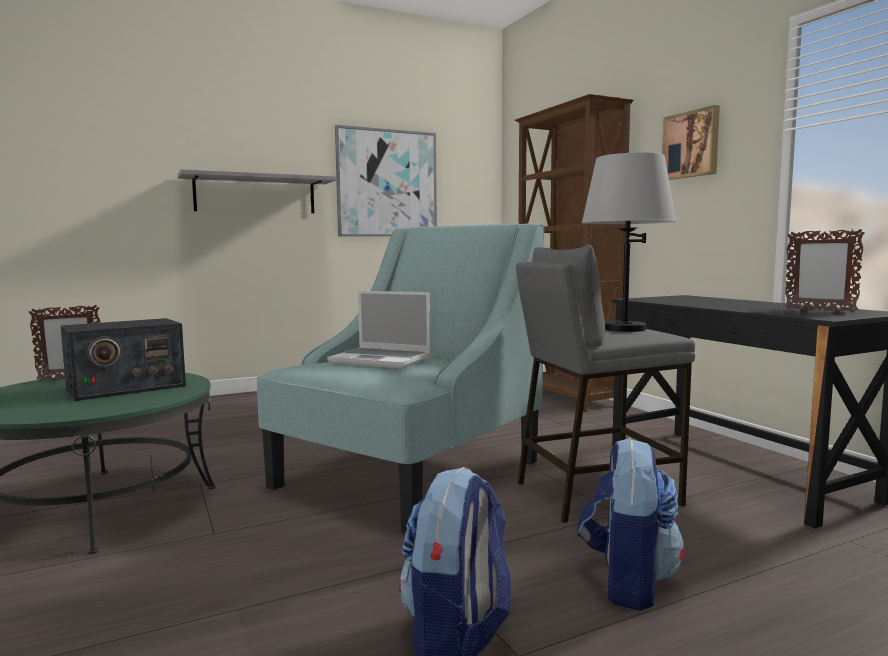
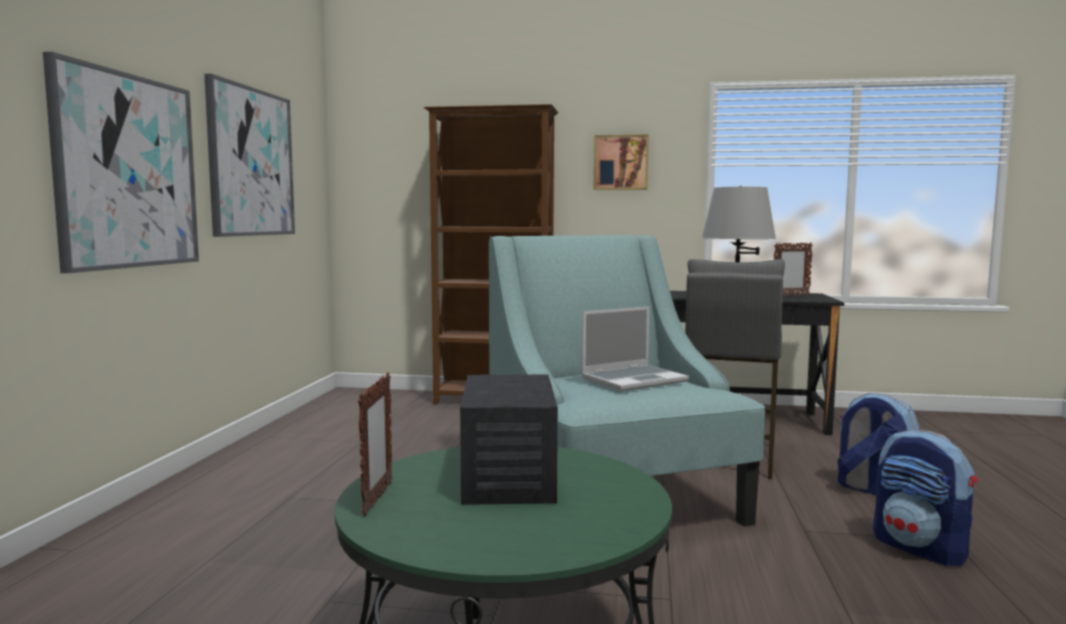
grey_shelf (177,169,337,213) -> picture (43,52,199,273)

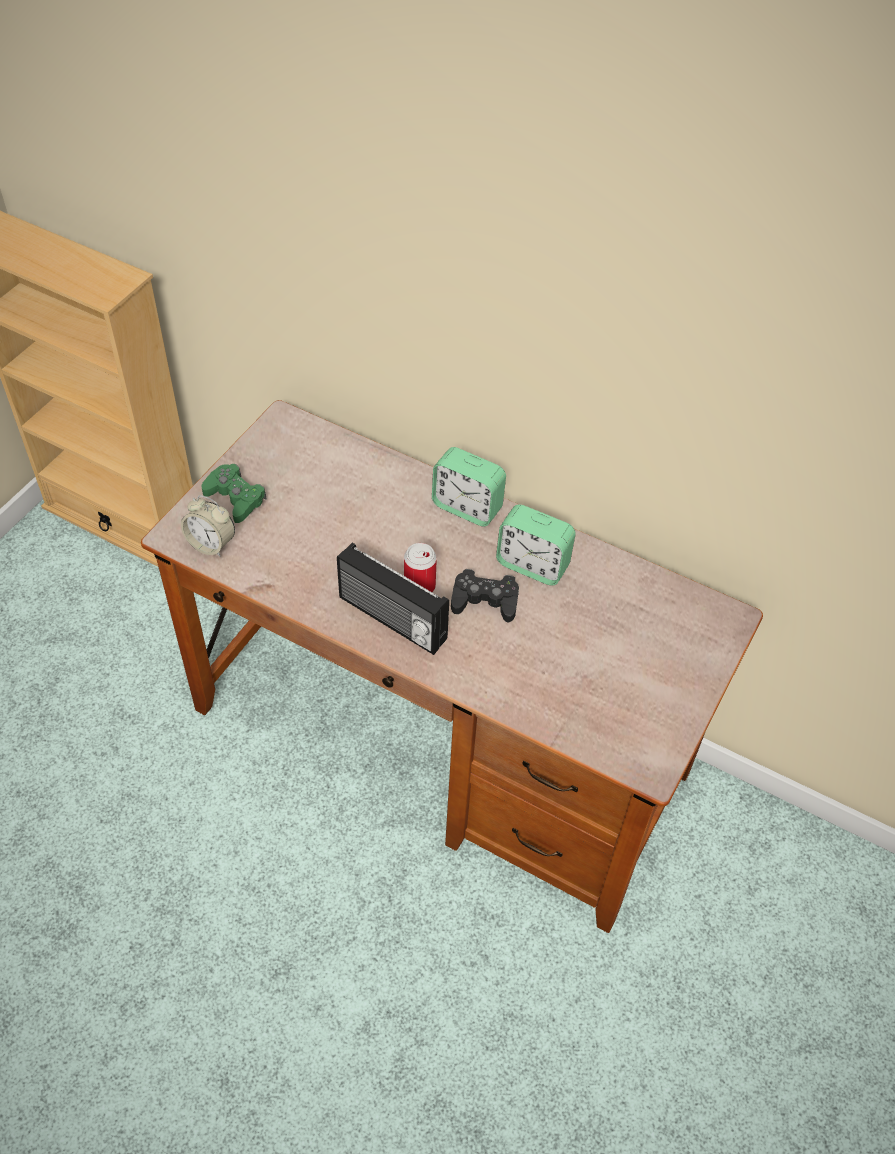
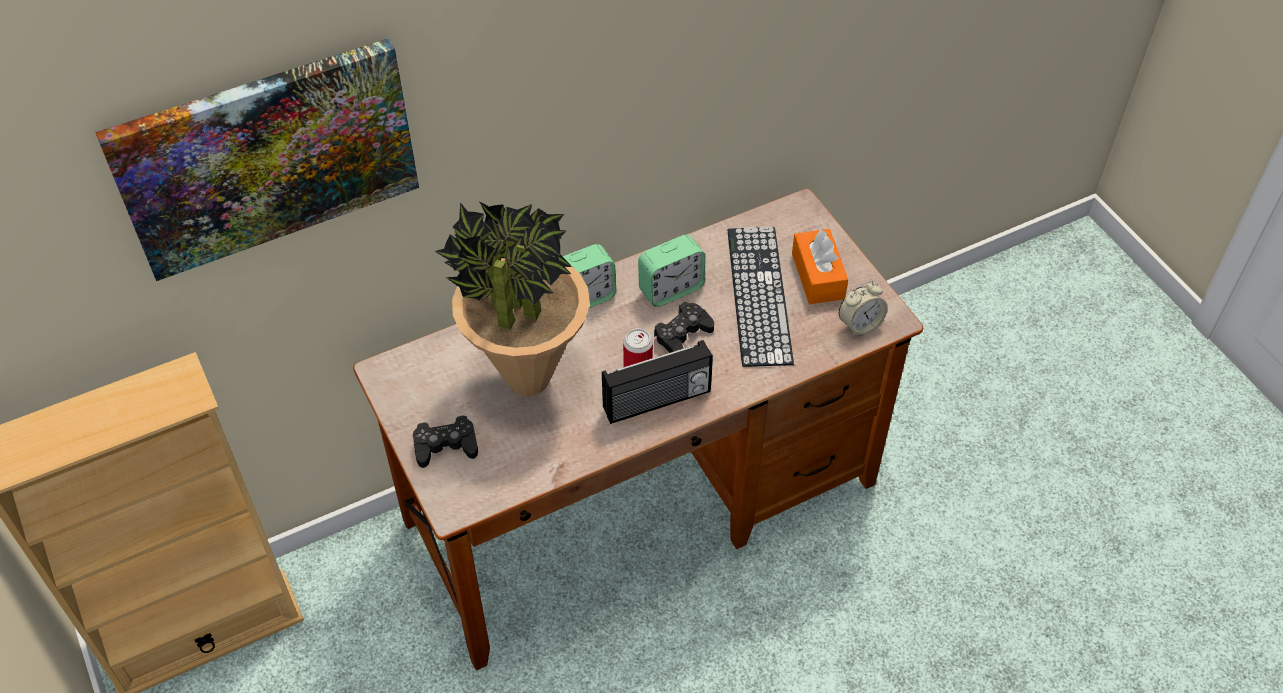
none -> picture (95,38,419,281)
none -> potted_plant (435,201,590,396)
none -> keyboard (728,227,794,367)
none -> orange_tissue_box (792,229,848,304)
alarm_clock (181,495,235,557) -> alarm_clock (839,281,888,337), moved
green_game_controller (202,464,267,523) -> black_game_controller (413,415,478,468)

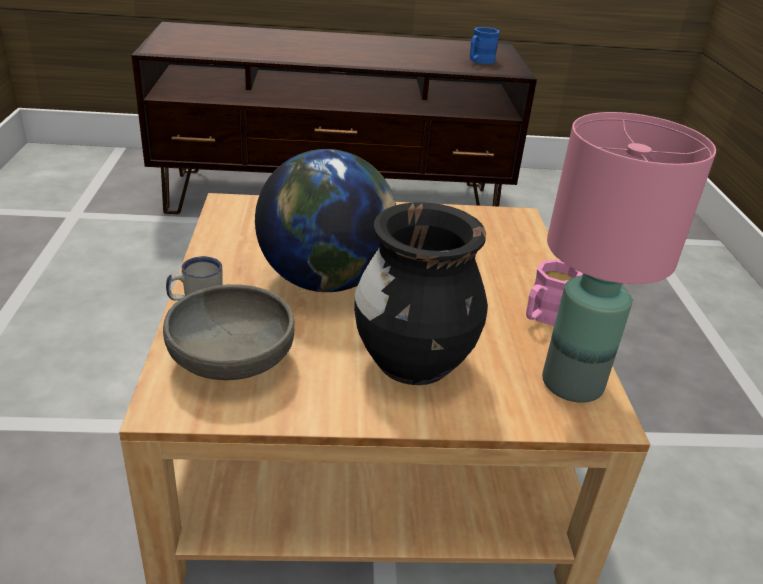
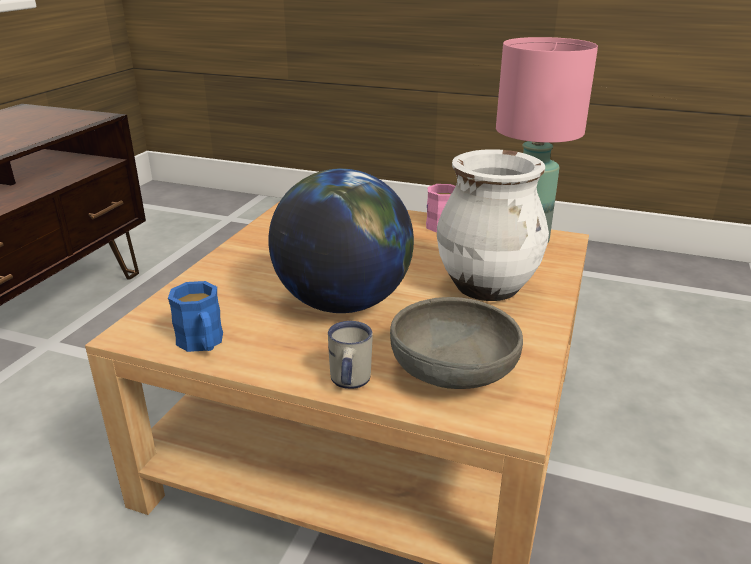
blue_mug (470,27,500,64) -> blue_mug (168,281,223,352), moved
black_vase (354,202,488,385) -> white_vase (437,149,549,301)

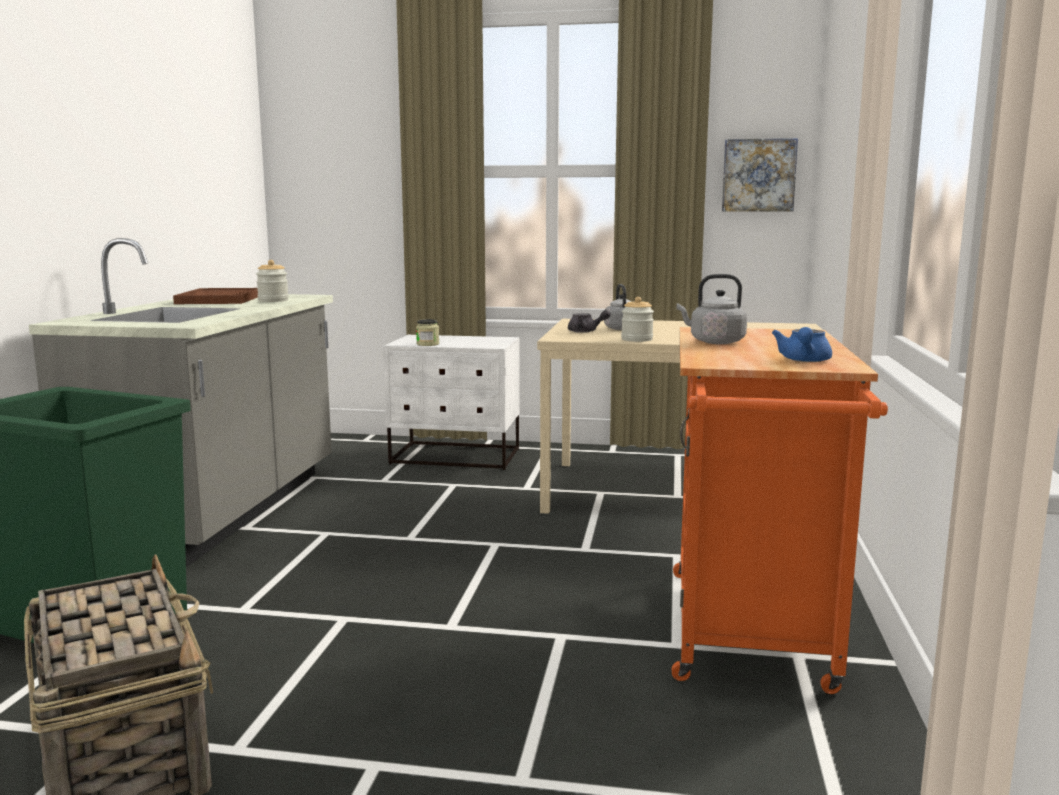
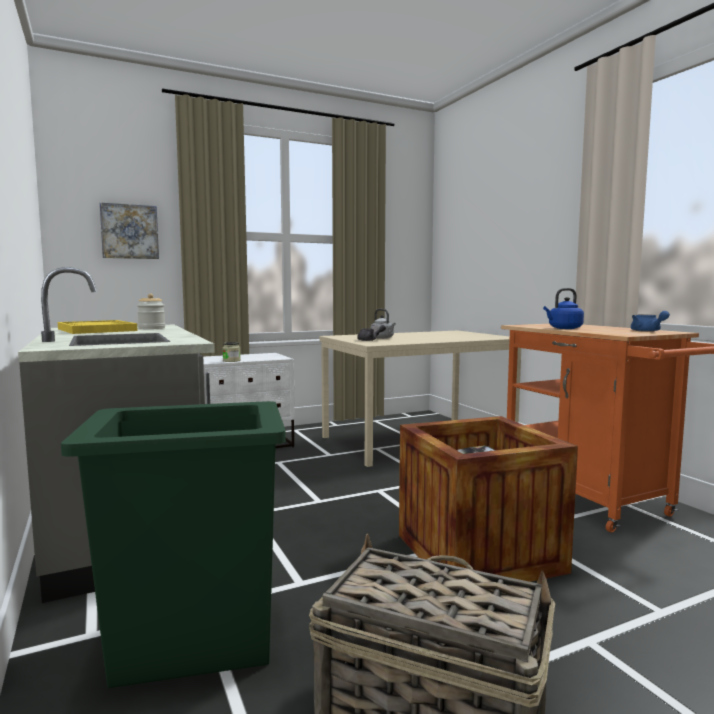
jar (621,297,654,342) -> none
none -> crate (399,416,578,582)
picture (722,138,798,211) -> picture (100,203,159,259), moved
brown_tray (173,288,258,304) -> yellow_tray (58,320,138,334)
grey_kettle (677,274,747,344) -> blue_kettle (543,288,584,329)

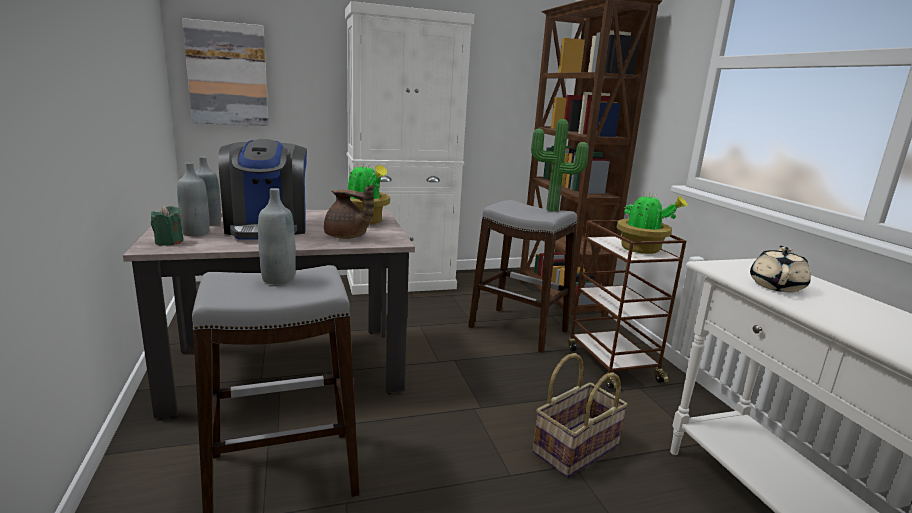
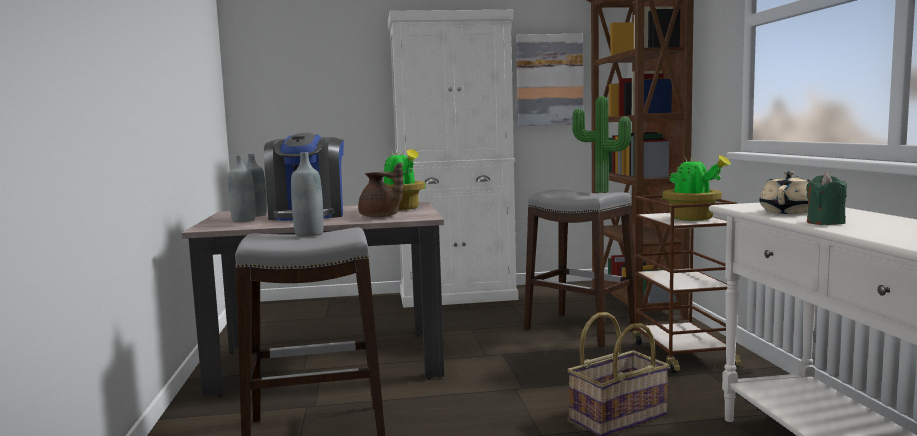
green_candle (151,206,183,246) -> green_candle (806,173,847,225), moved
picture (182,18,269,126) -> picture (516,34,583,126), moved

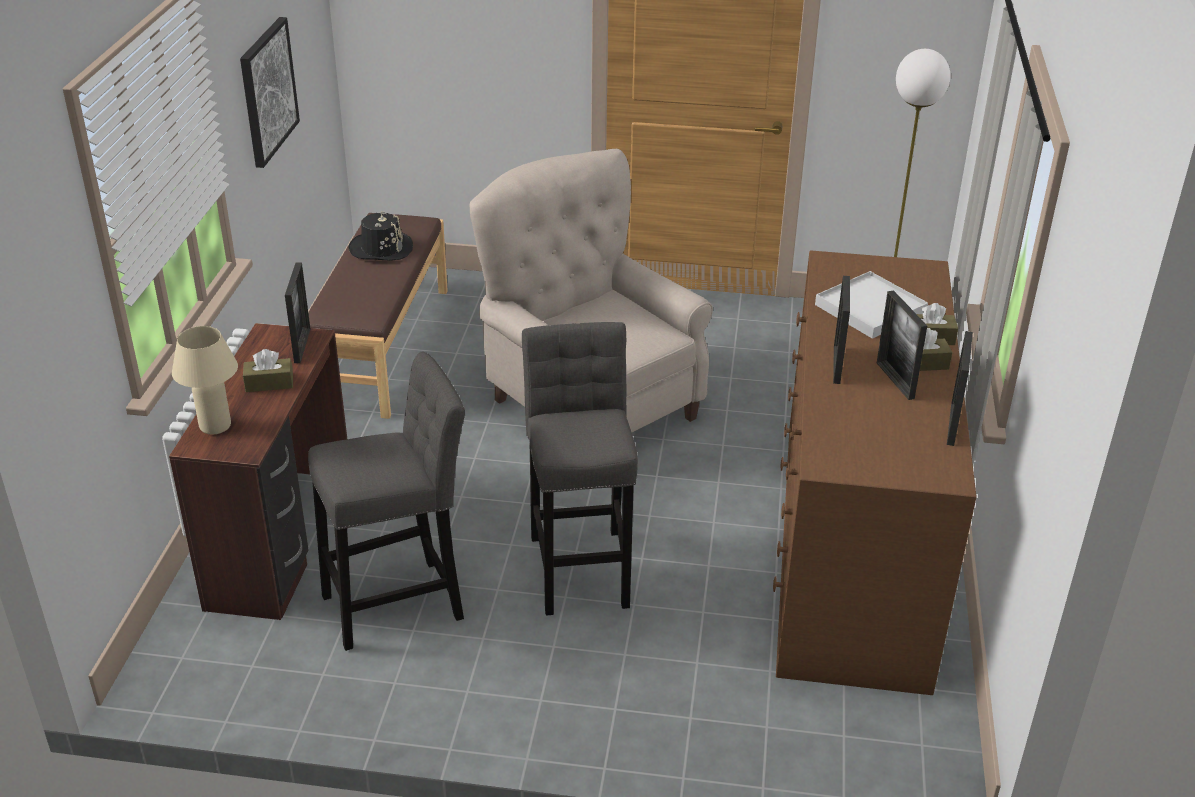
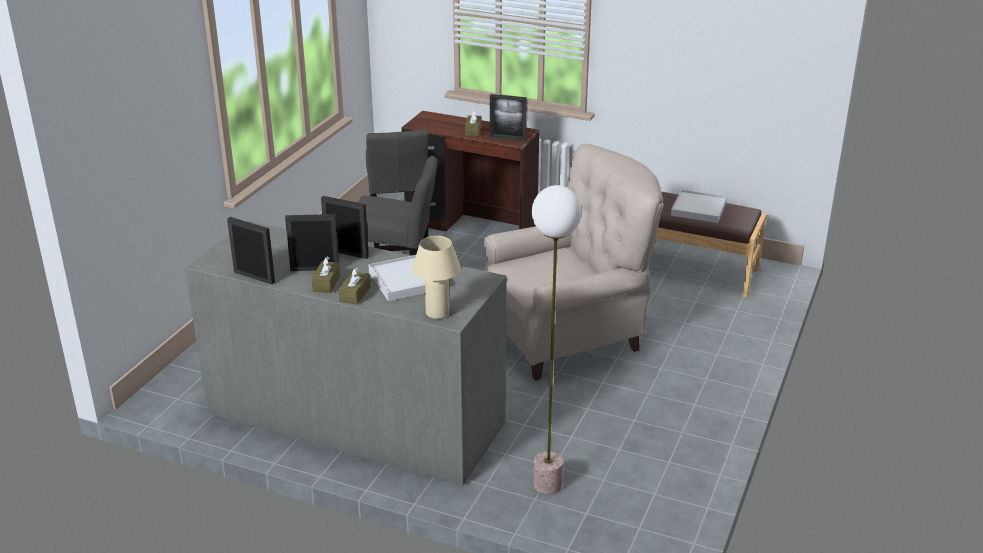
picture (240,17,300,168) -> none
beige_table_lamp (172,326,238,434) -> beige_table_lamp (412,236,461,319), moved
black_hat (349,211,413,261) -> white_tray (671,189,727,223)
brown_dresser (773,250,977,695) -> grey_dresser (185,221,507,485)

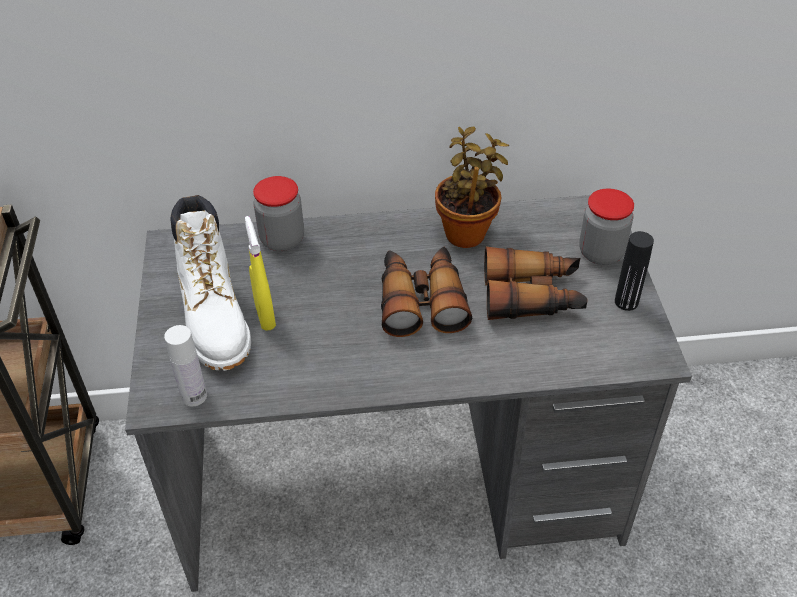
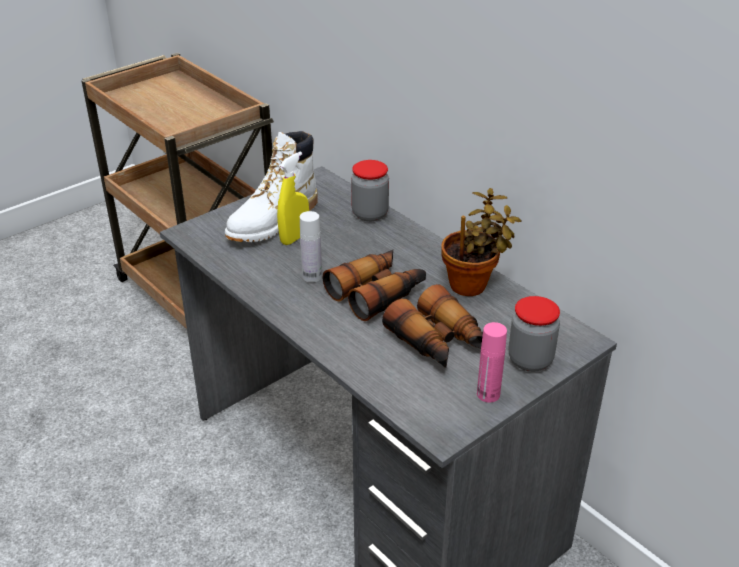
white_bottle (164,325,207,406) -> white_bottle (300,211,322,283), moved
black_bottle (615,231,654,311) -> pink_bottle (477,322,507,402)

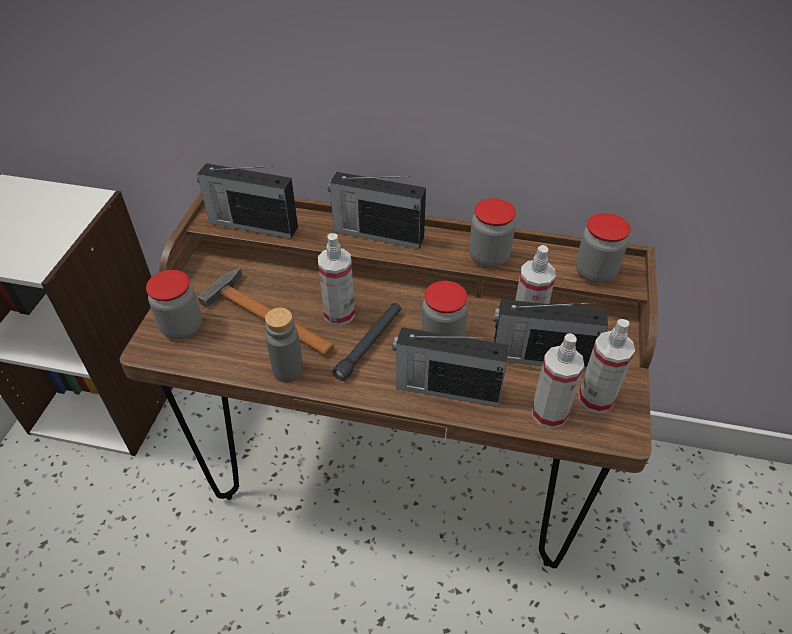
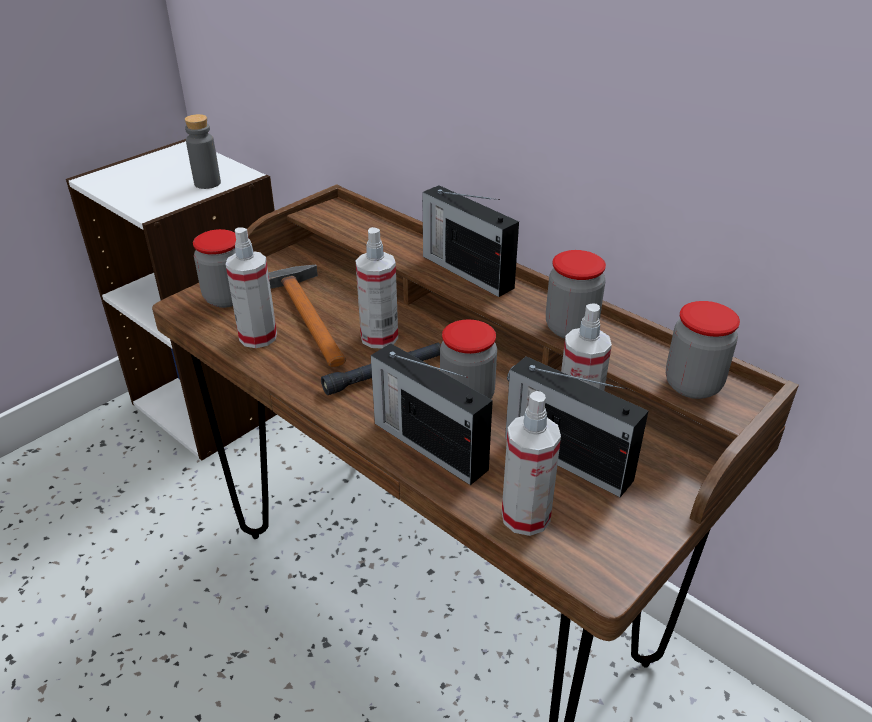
radio (197,163,298,239) -> none
grey_bottle (265,308,303,382) -> grey_bottle (184,114,221,189), moved
spray_bottle (578,319,635,414) -> spray_bottle (226,228,277,348), moved

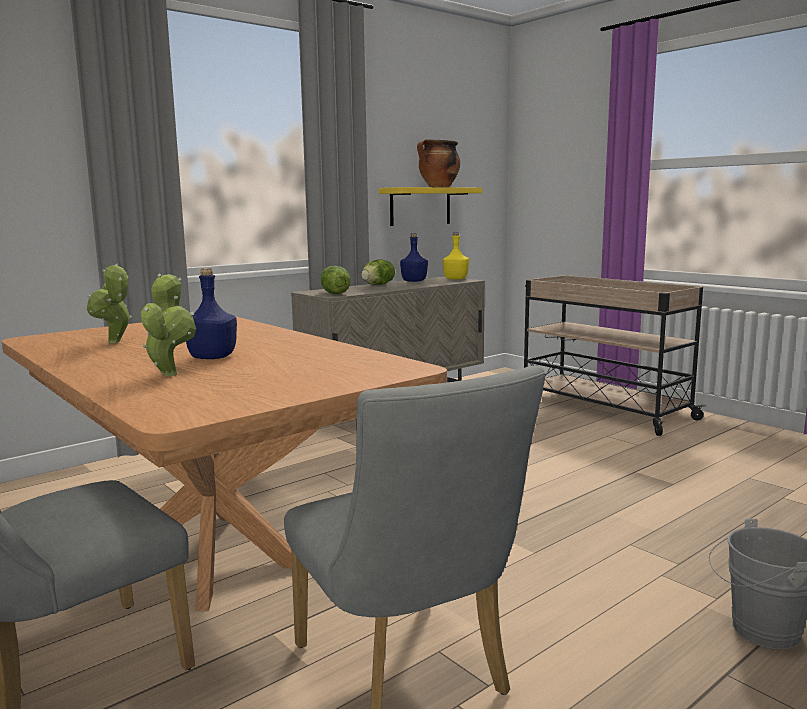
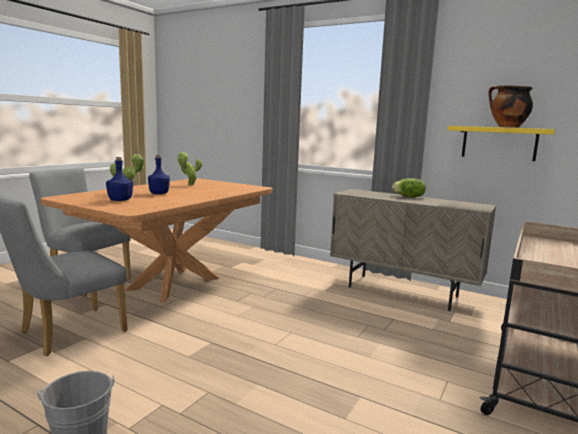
lettuce (321,266,350,294) -> none
yellow_bottle (443,232,469,280) -> none
blue_bottle (400,233,428,282) -> blue_bottle (106,157,133,201), moved

